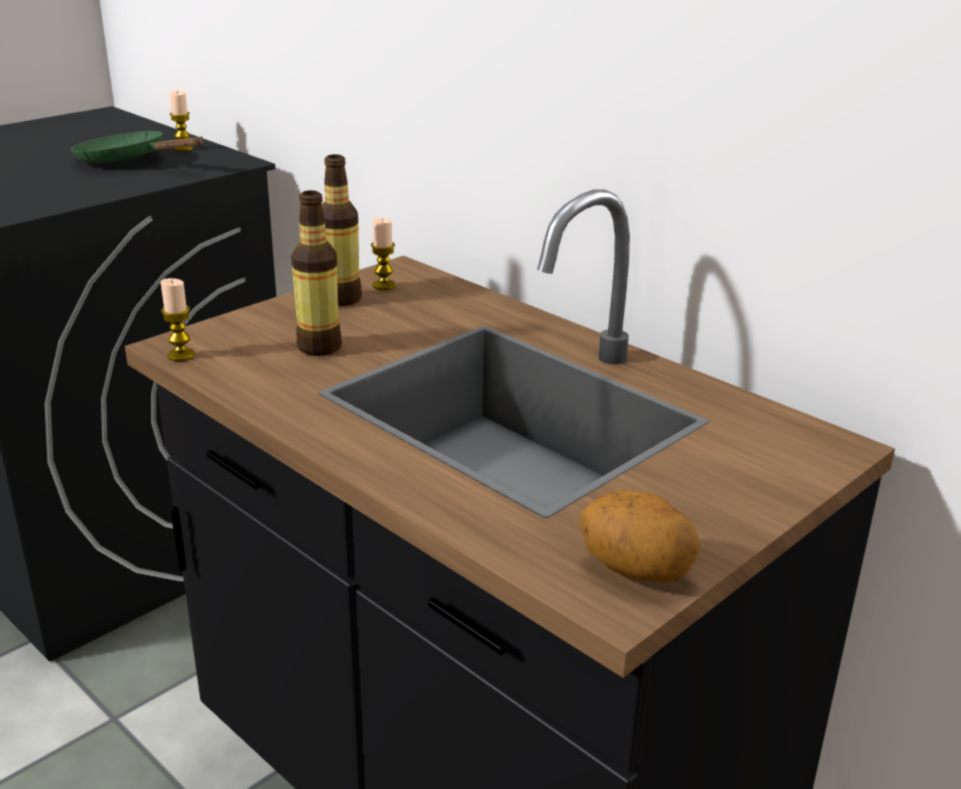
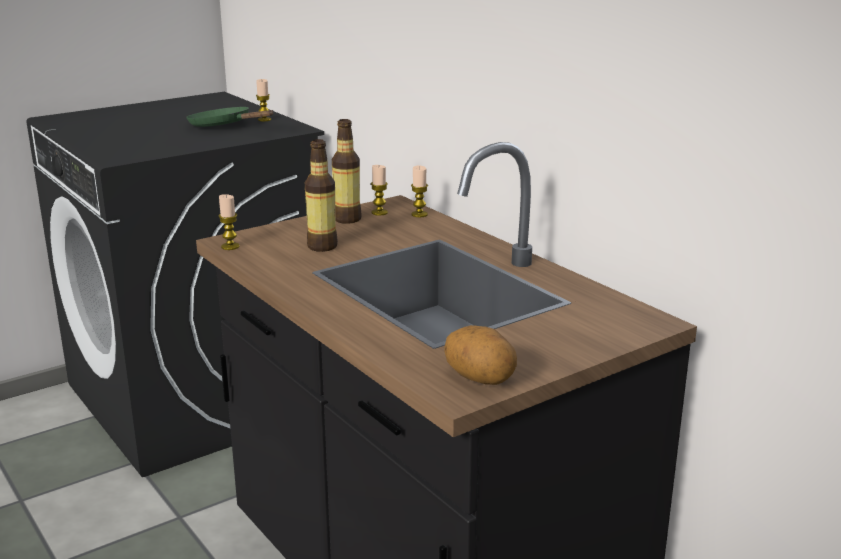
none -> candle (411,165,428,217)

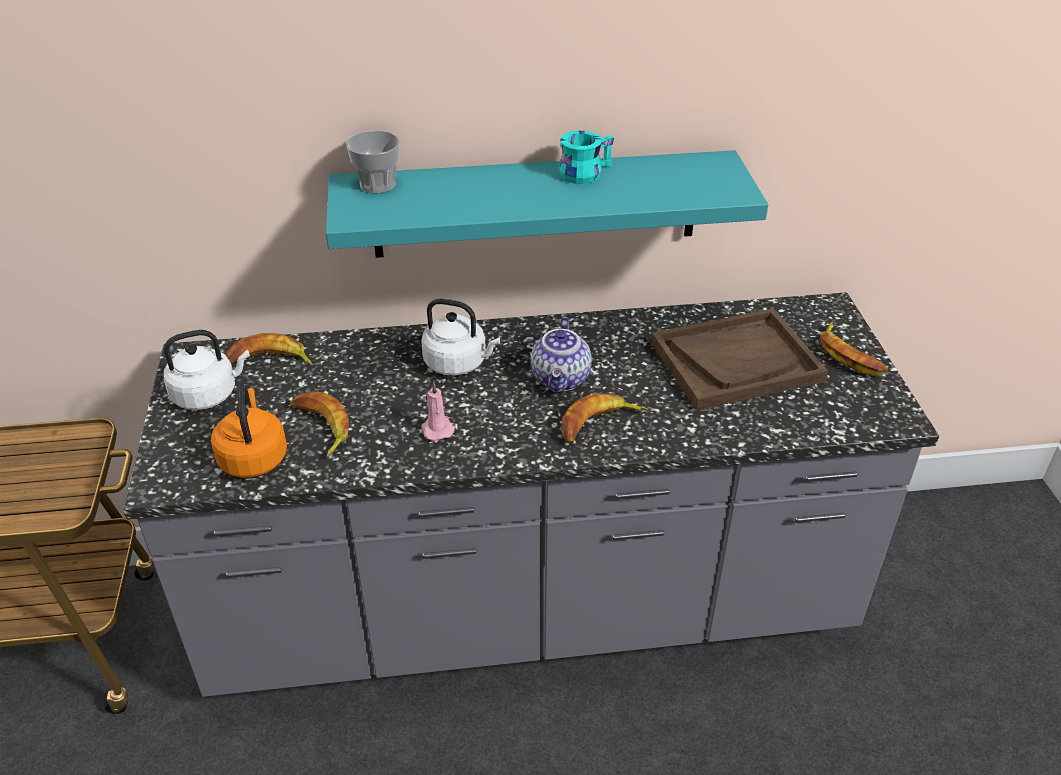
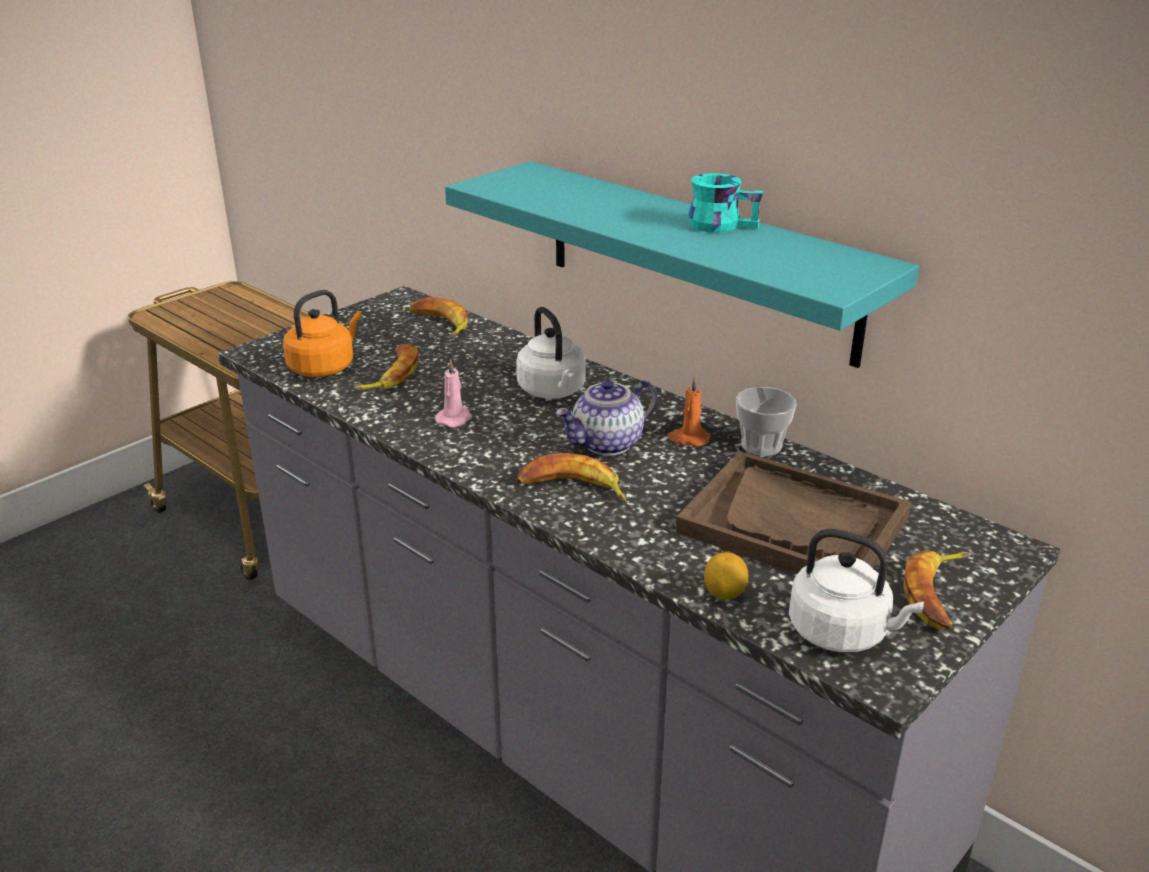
none -> orange_candle (668,377,711,446)
none -> lemon (704,552,748,600)
white_kettle (164,330,250,410) -> white_kettle (789,529,924,652), moved
cup (346,130,400,194) -> cup (736,387,797,456), moved

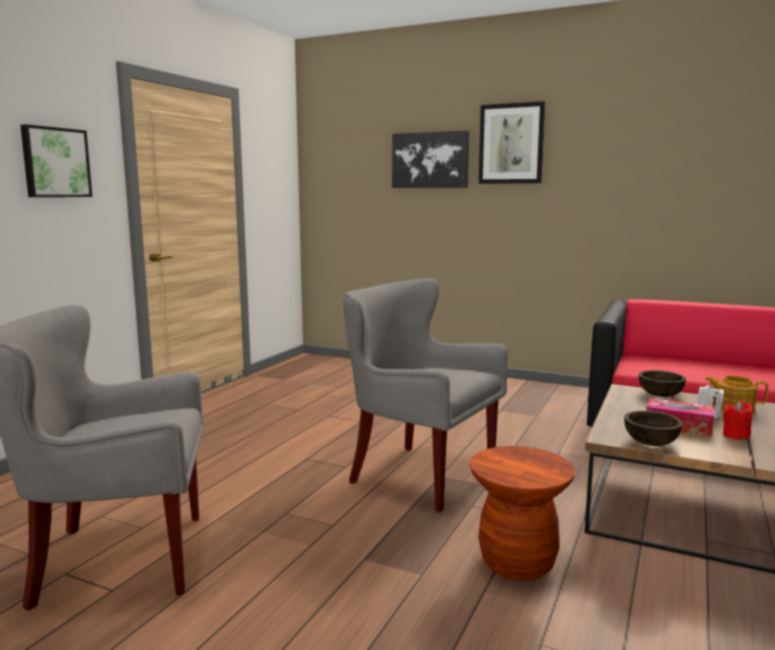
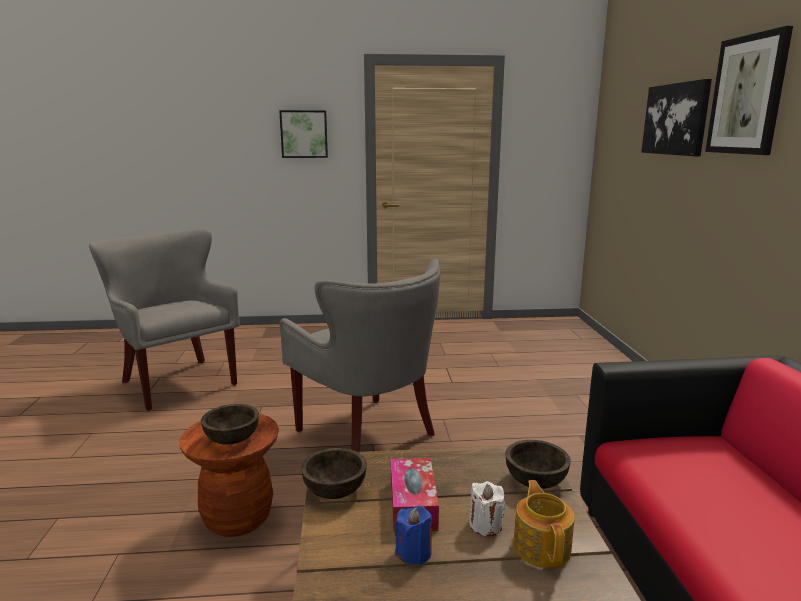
none -> brown_bowl (201,404,259,445)
red_candle (723,401,753,440) -> blue_candle (395,505,432,565)
grey_armchair (343,278,508,512) -> grey_armchair (279,259,440,452), 135 degrees clockwise

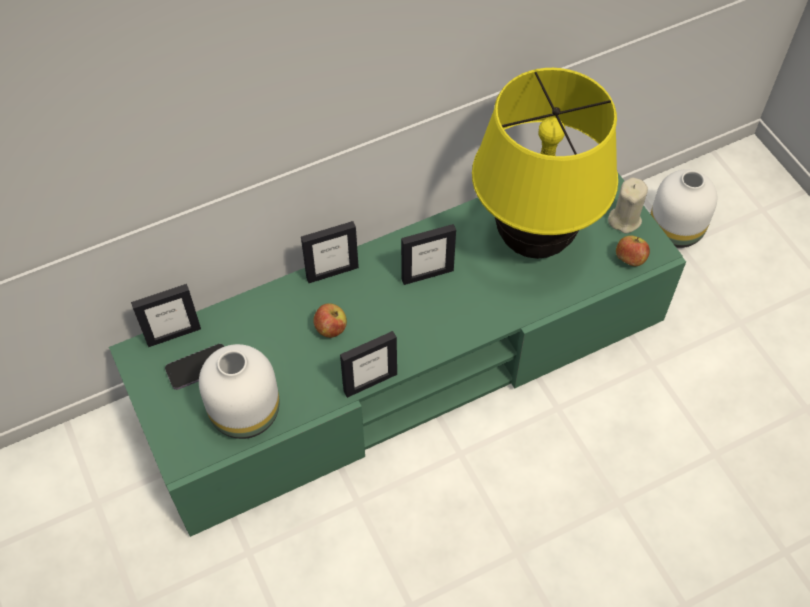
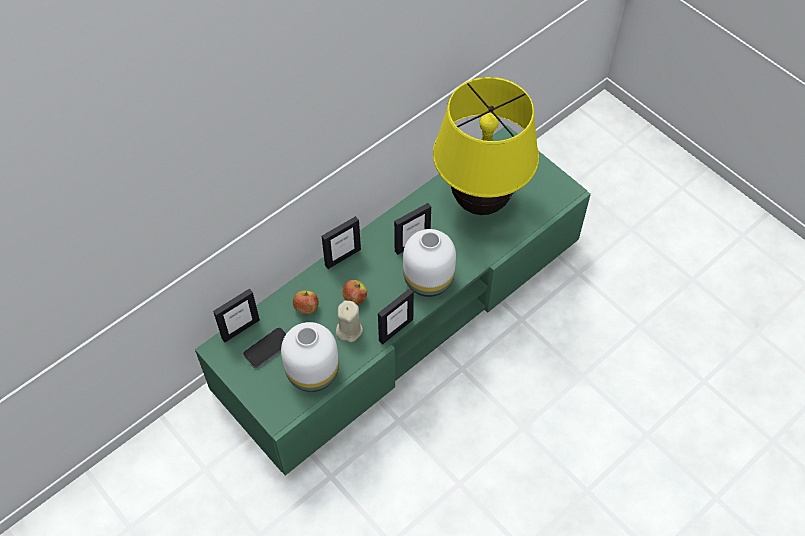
beige_candle (608,177,648,234) -> beige_candle (336,300,363,342), moved
apple (616,235,650,266) -> apple (293,290,319,314), moved
white_vase (650,169,717,248) -> white_vase (403,229,456,297), moved

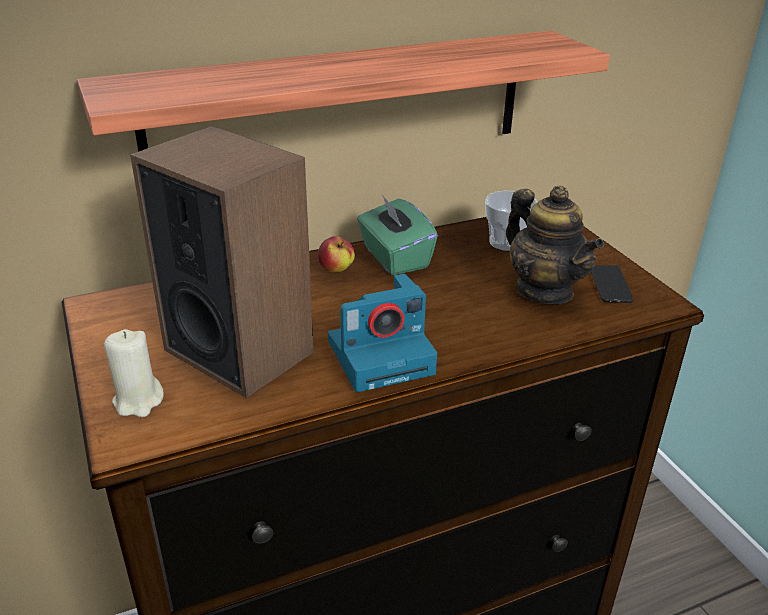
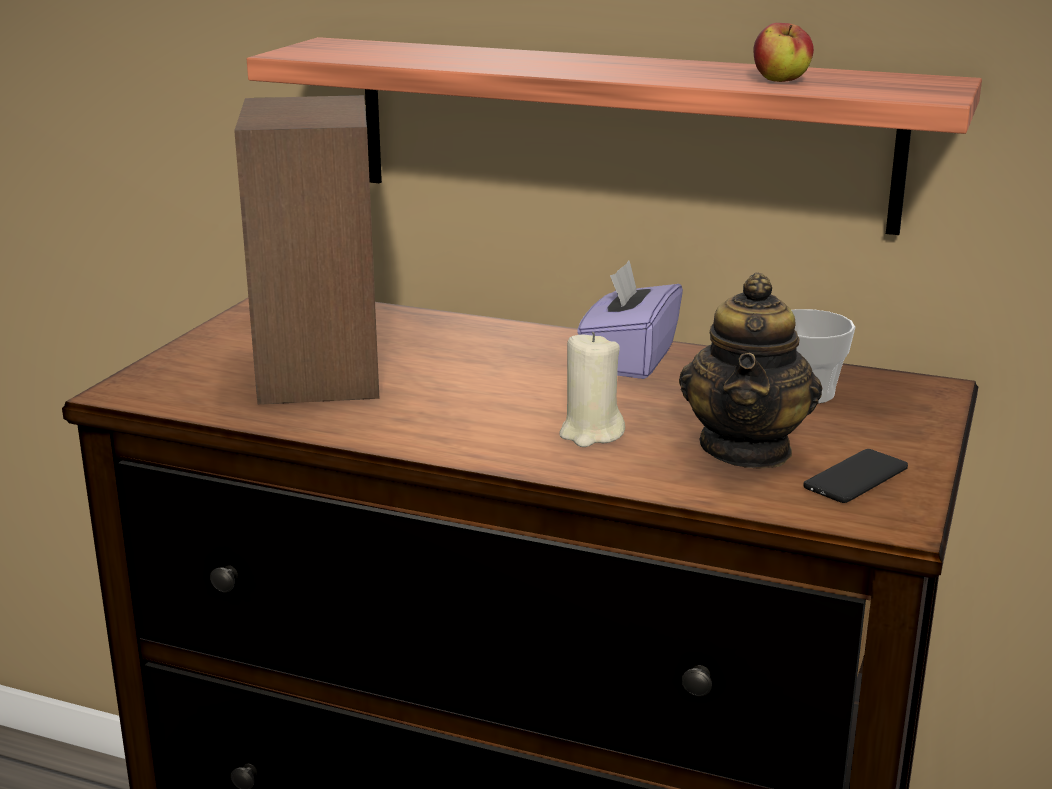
photo_camera (328,274,437,392) -> none
beige_candle (104,329,164,417) -> beige_candle (559,332,625,447), moved
apple (318,236,355,272) -> apple (753,23,814,82), moved
green_tissue_box (357,195,438,275) -> purple_tissue_box (577,261,683,379)

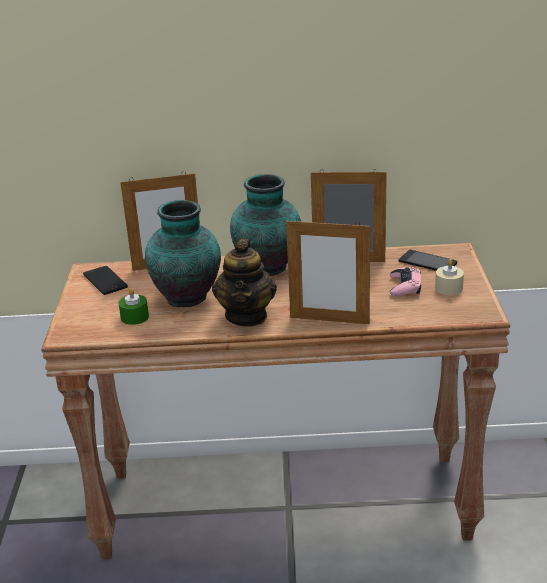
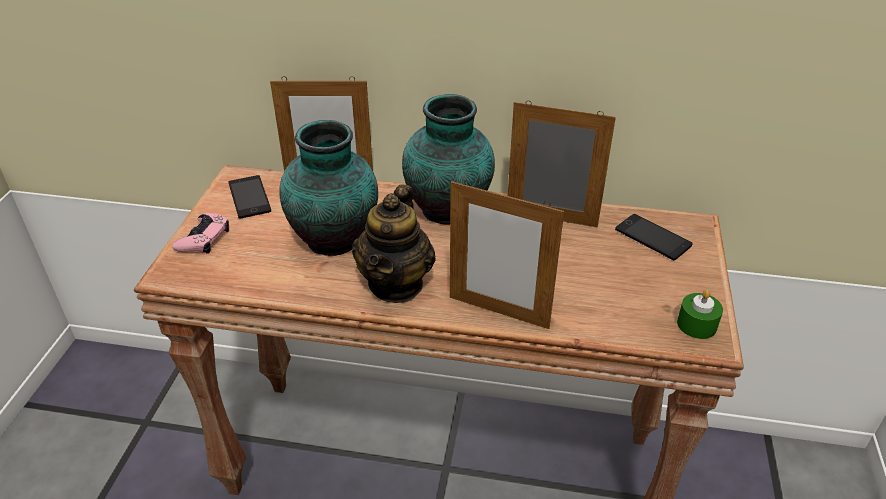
beige_candle (435,259,464,295) -> none
green_candle (119,288,149,325) -> green_candle (677,290,723,339), moved
pink_game_controller (390,267,421,296) -> pink_game_controller (172,213,229,254), moved

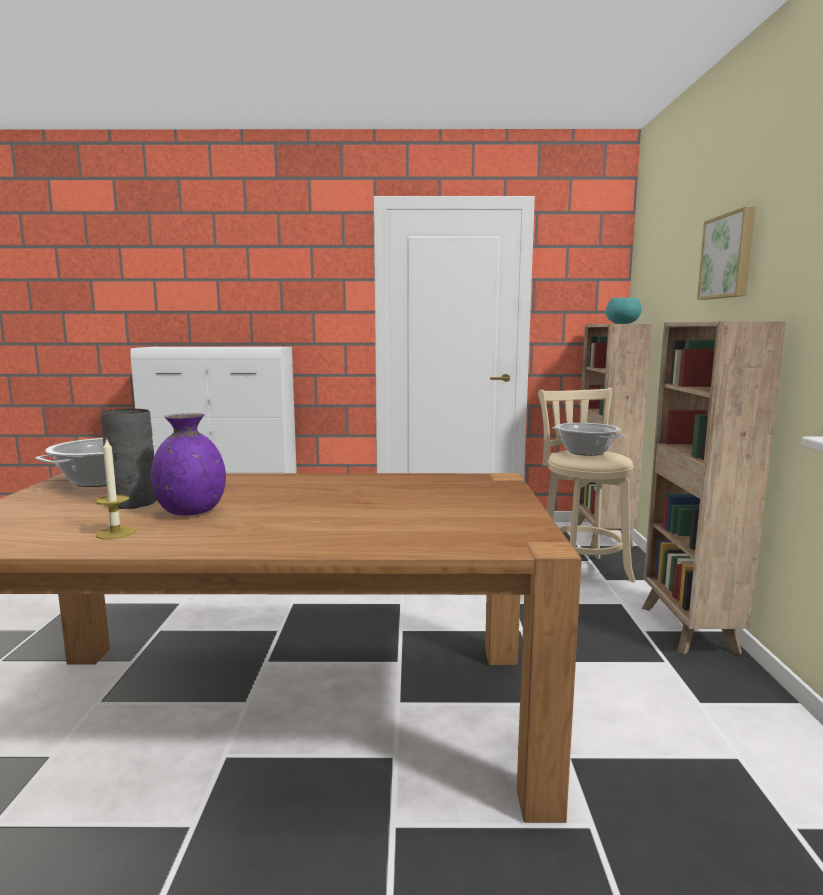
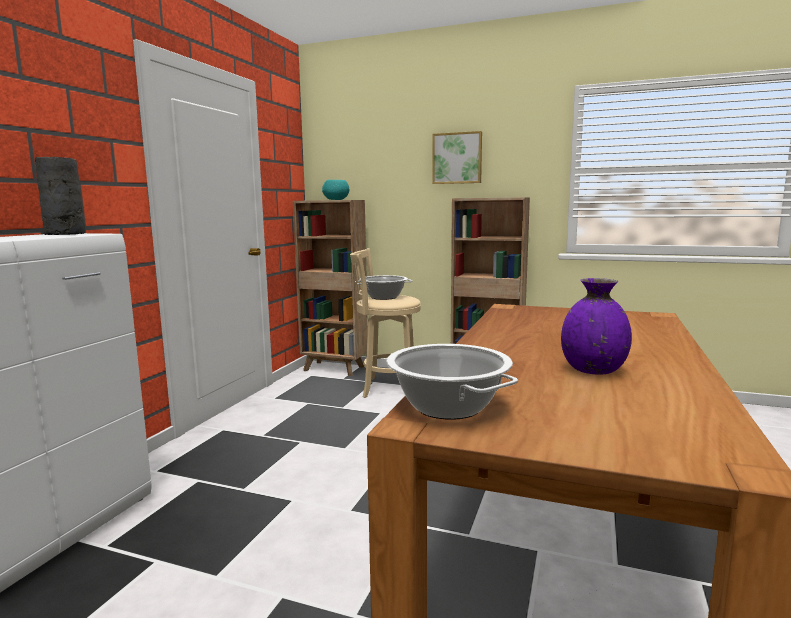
candle (95,437,136,539) -> none
grey_vase (101,409,157,509) -> grey_vase (35,157,86,235), moved

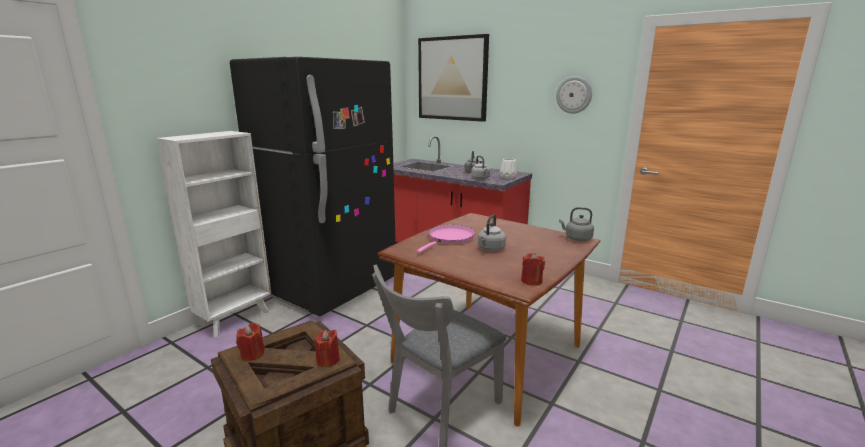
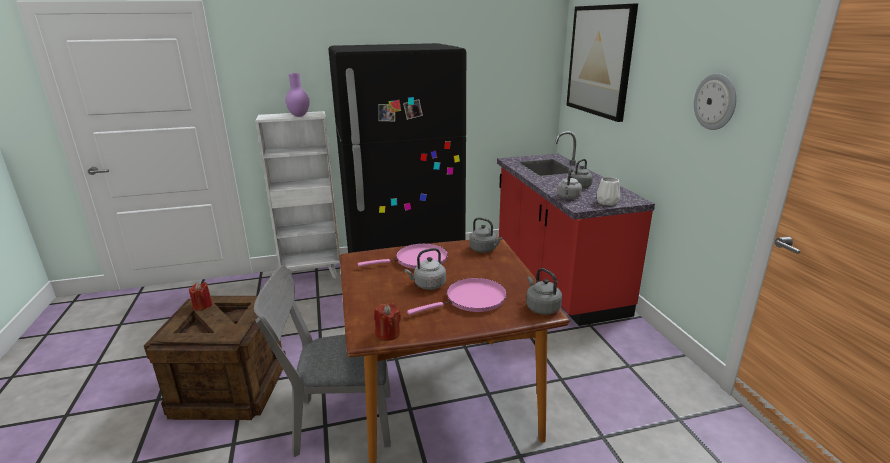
red_candle (314,330,340,367) -> none
none -> purple_vase (285,73,310,117)
none -> pink_frying_pan (407,278,507,315)
none -> grey_kettle (469,217,503,253)

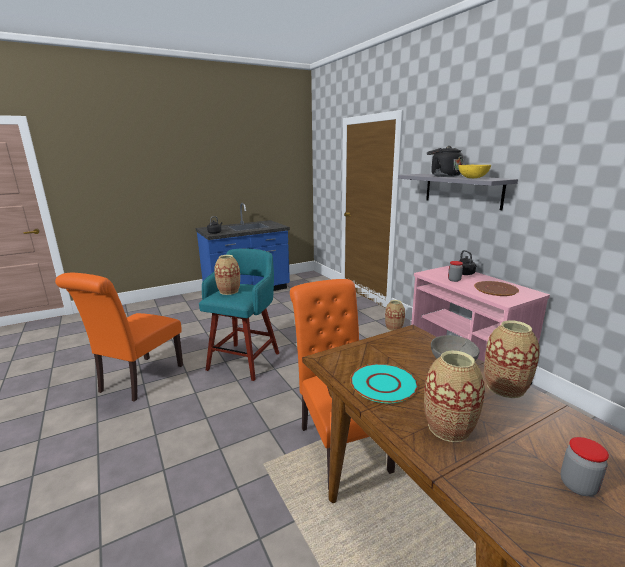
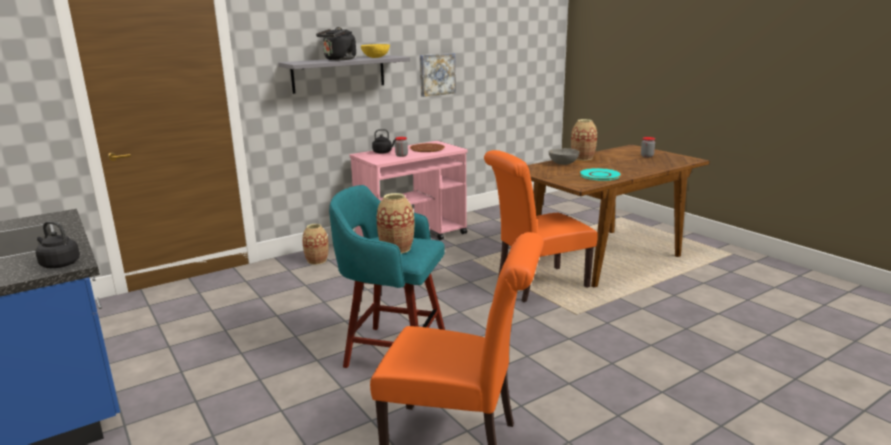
vase (424,351,485,442) -> none
none -> picture (420,53,456,97)

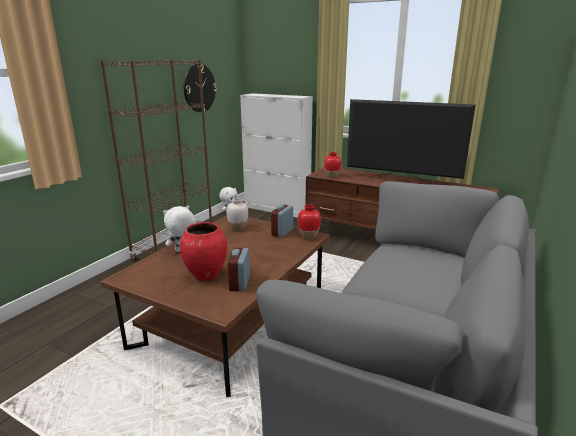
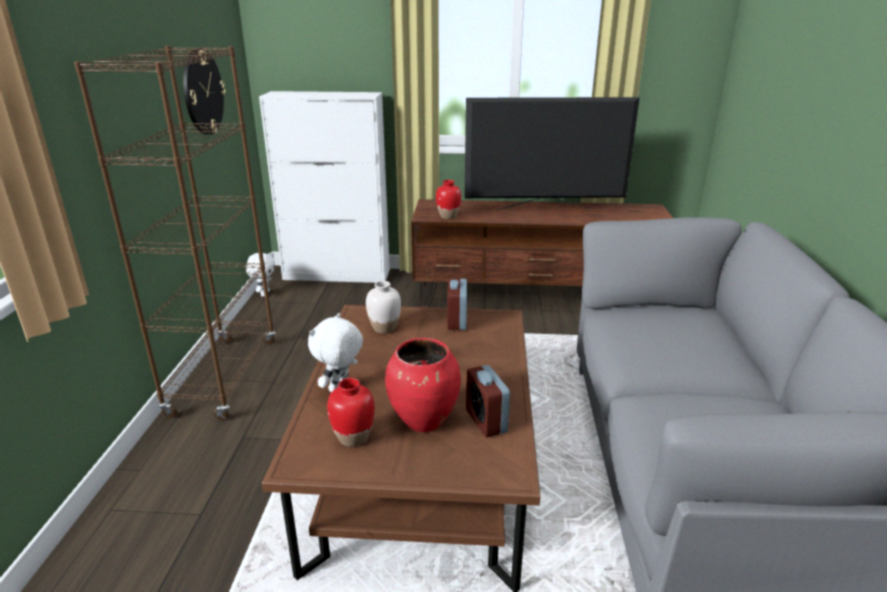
red_vase (298,205,321,239) -> red_vase (327,378,375,447), moved

